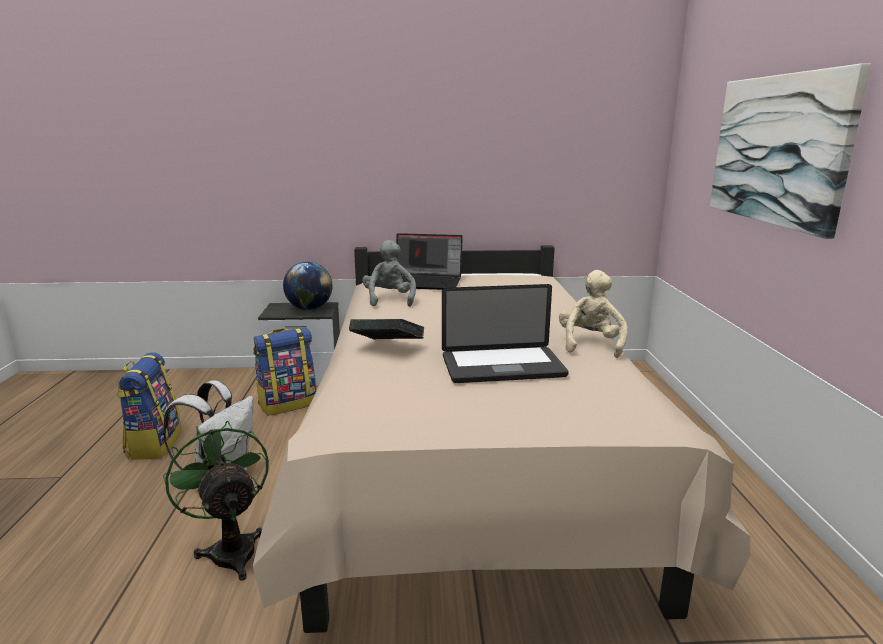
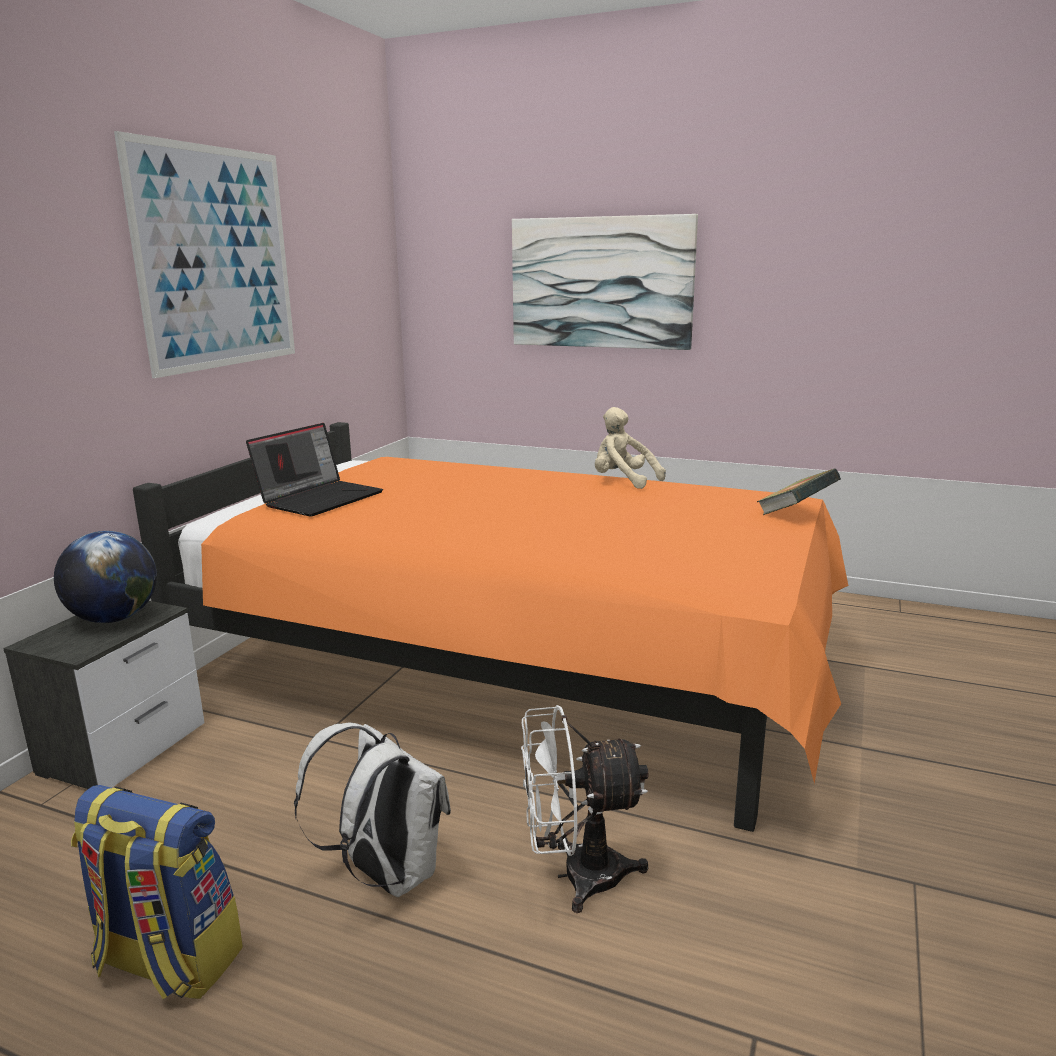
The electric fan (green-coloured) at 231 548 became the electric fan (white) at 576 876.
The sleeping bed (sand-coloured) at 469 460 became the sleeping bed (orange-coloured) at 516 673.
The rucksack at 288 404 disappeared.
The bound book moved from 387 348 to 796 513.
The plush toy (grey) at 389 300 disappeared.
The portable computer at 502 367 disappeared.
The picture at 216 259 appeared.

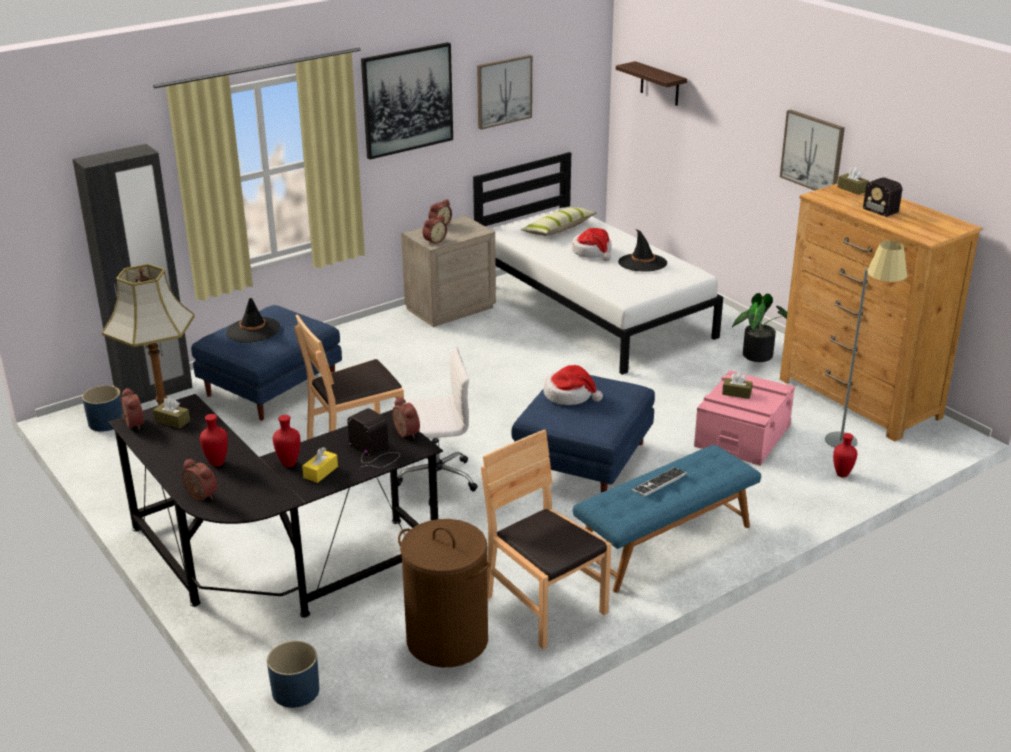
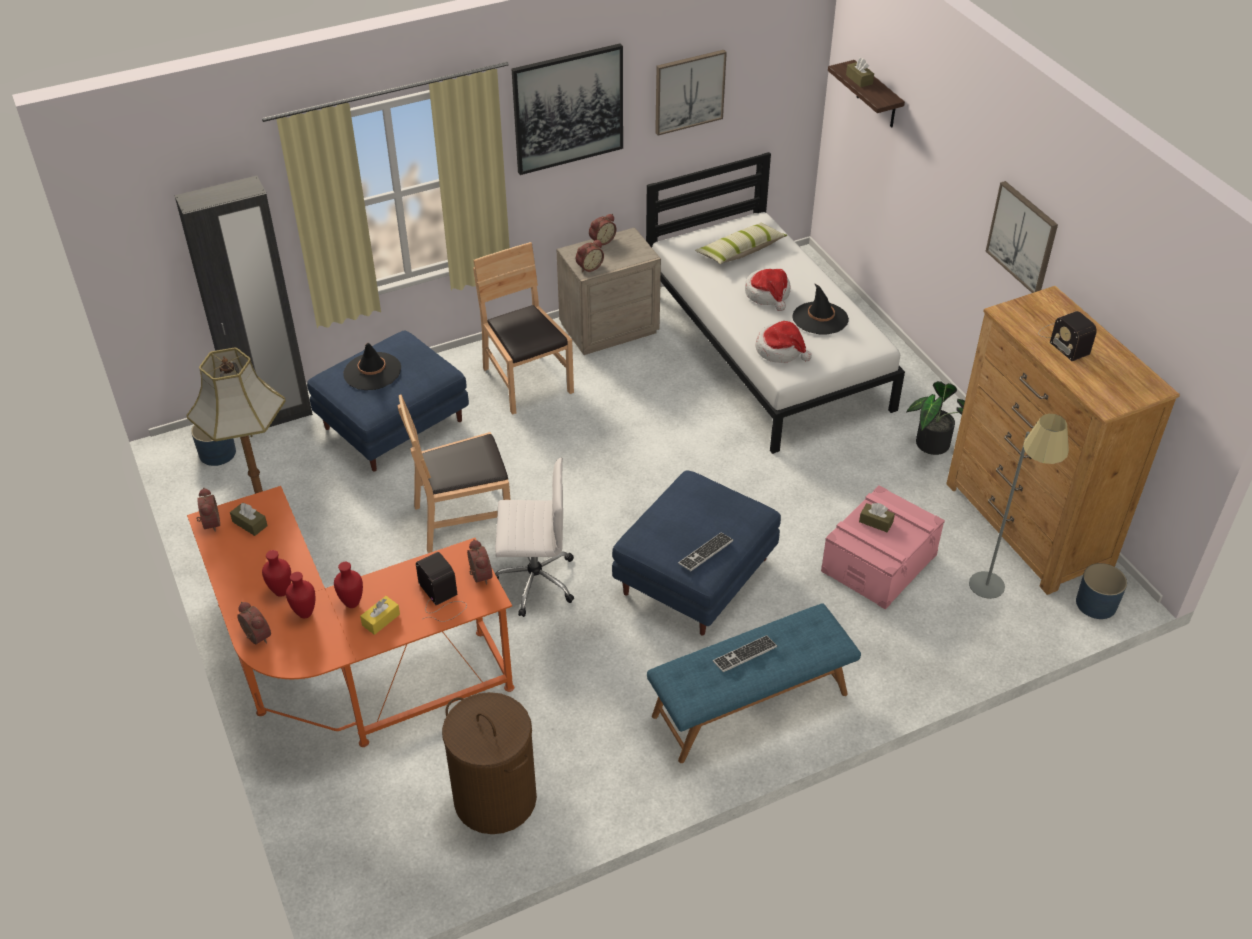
The desk (black-coloured) at 273 565 became the desk (orange-coloured) at 345 673.
The plant pot (blue-coloured) moved from 295 691 to 1096 604.
The chair (brown-coloured) moved from 544 606 to 526 381.
The wearable hat moved from 569 395 to 780 350.
The vase (red) moved from 841 475 to 304 614.
The box of tissues (brown-coloured) moved from 852 189 to 859 79.
The keyboard at 705 553 appeared.

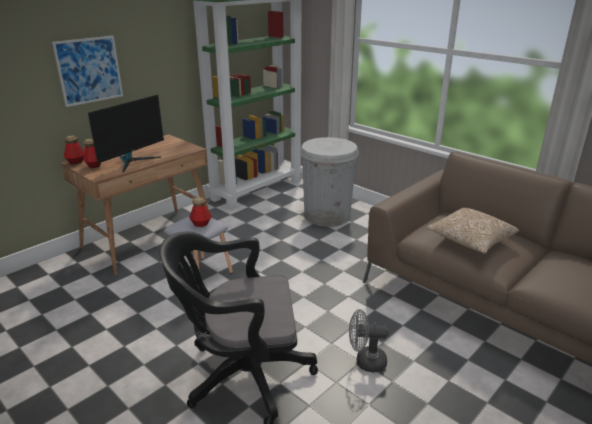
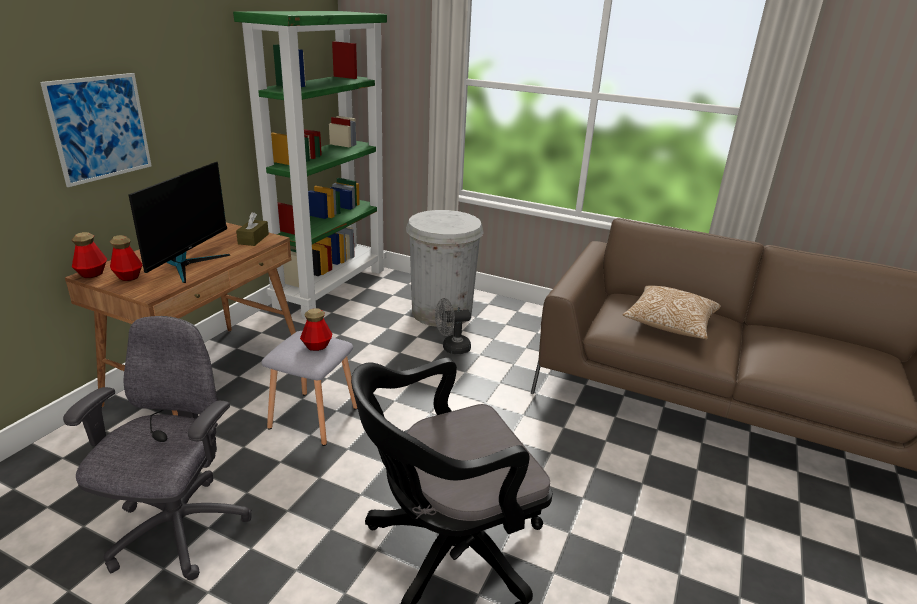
The electric fan (grey) moved from 365 361 to 451 348.
The computer chair (grey) at 177 531 appeared.
The box of tissues (brown-coloured) at 253 239 appeared.

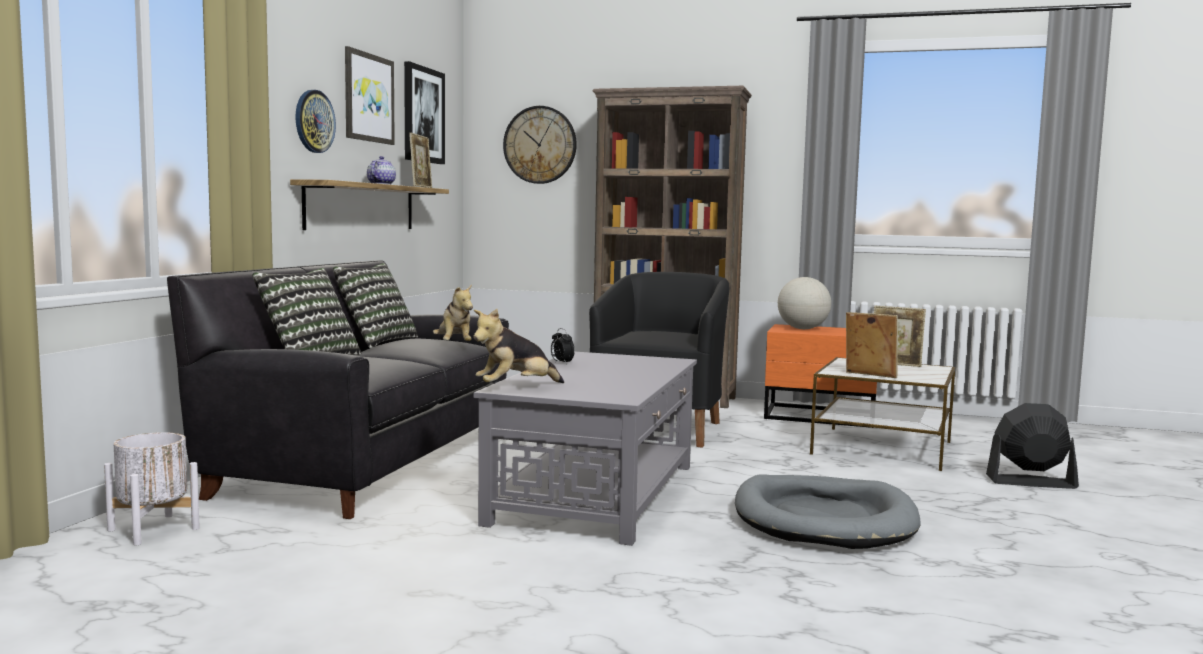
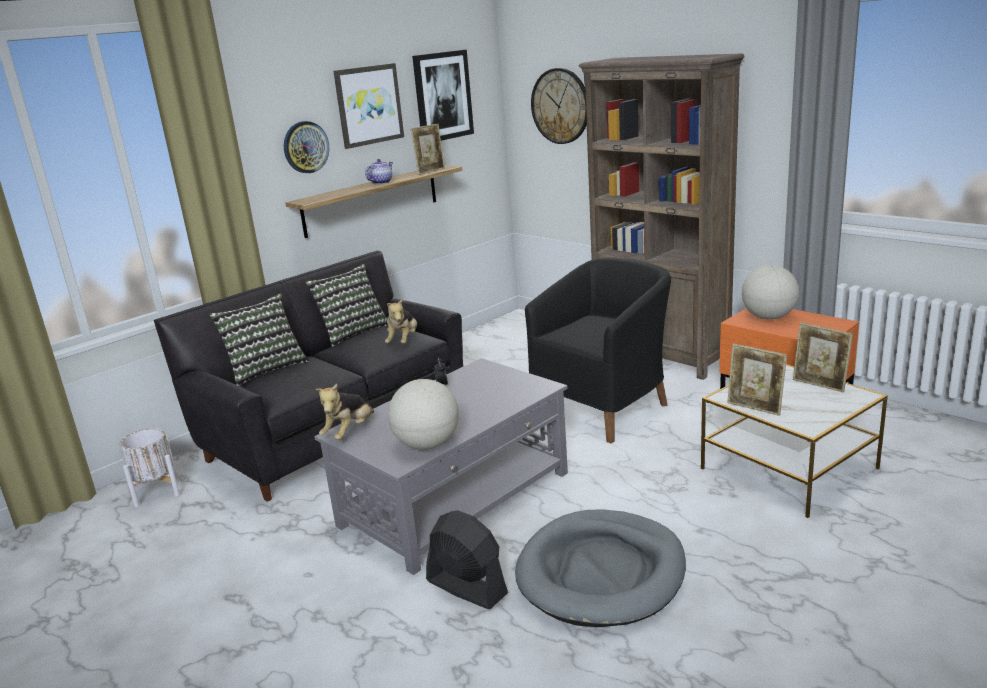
The plush toy at 515 388 turned 60 degrees counterclockwise.
The standing frame at 869 375 turned 150 degrees clockwise.
The electric fan (black-coloured) moved from 1030 482 to 466 587.
The desk globe at 427 445 appeared.

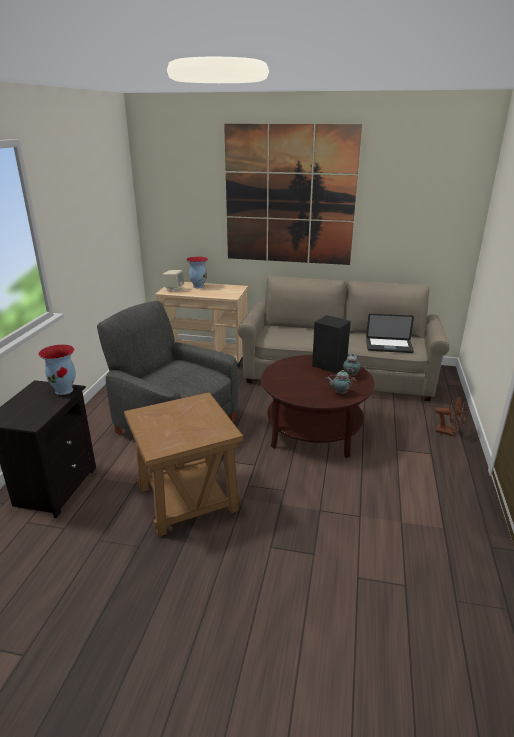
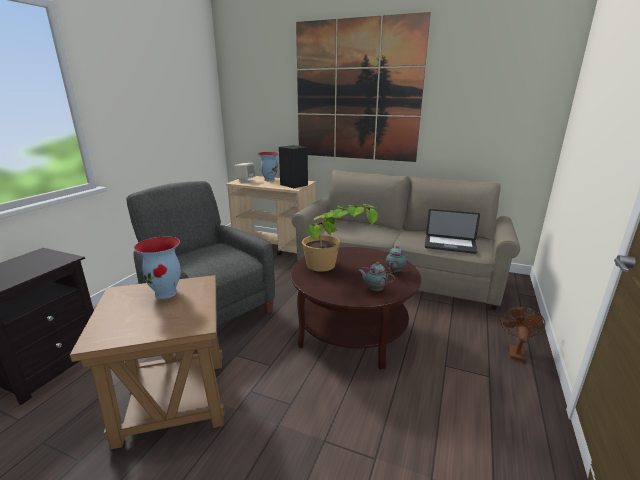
The vase moved from 64 390 to 167 293.
The speaker (black-coloured) moved from 330 365 to 294 185.
The electric fan (brown-coloured) at 449 432 turned 105 degrees counterclockwise.
The potted plant at 333 269 appeared.

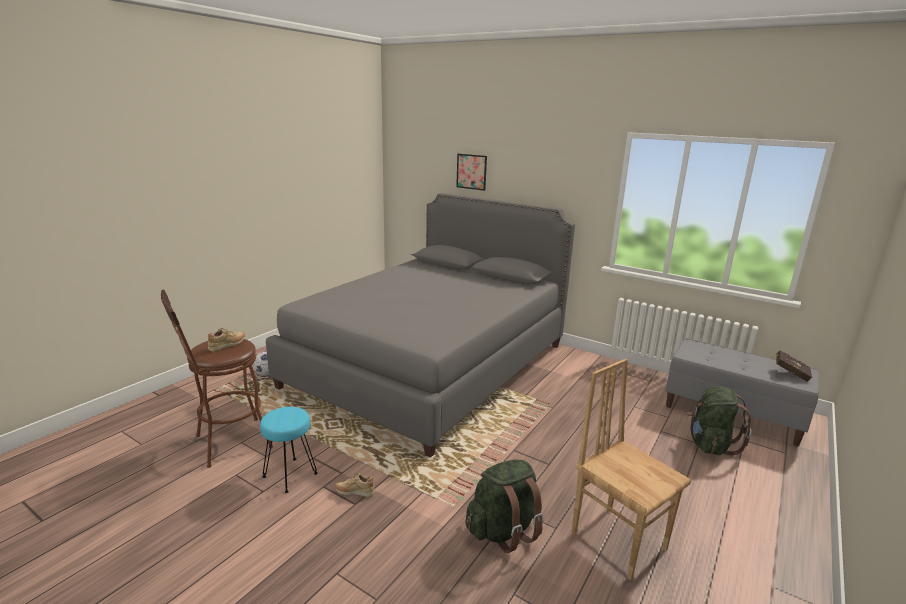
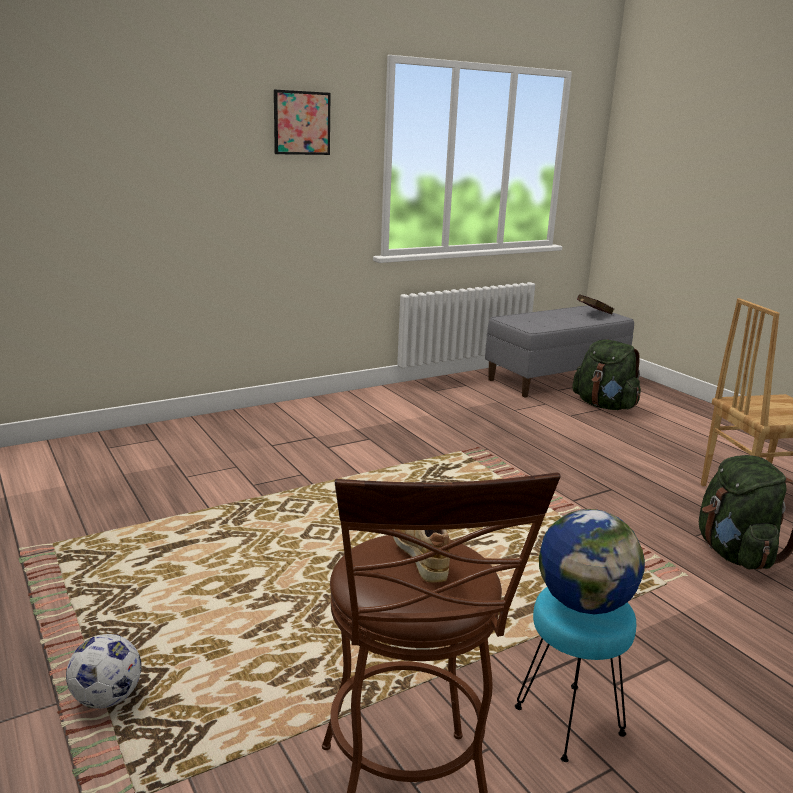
The sleeping bed (grey) at 430 365 disappeared.
The item of footwear (sand-coloured) at 354 492 disappeared.
The picture moved from 471 171 to 302 123.
The desk globe at 584 604 appeared.

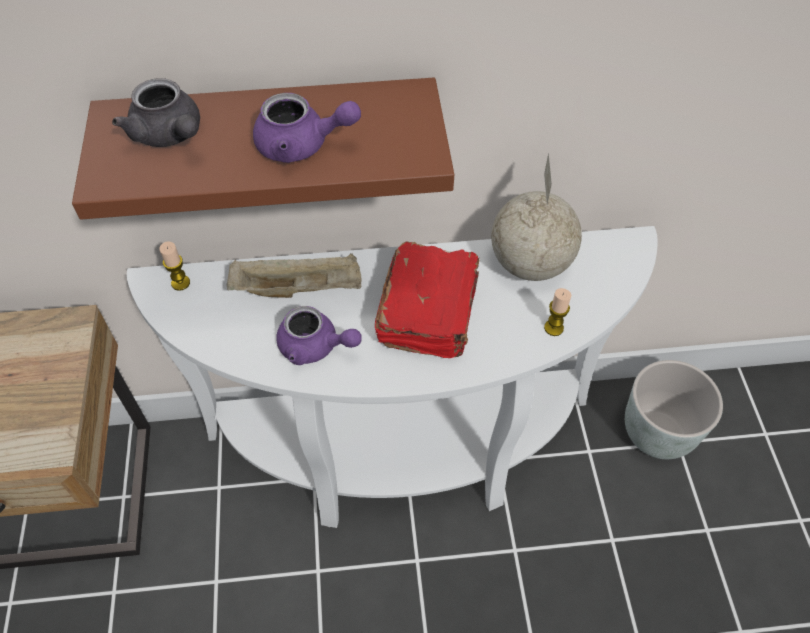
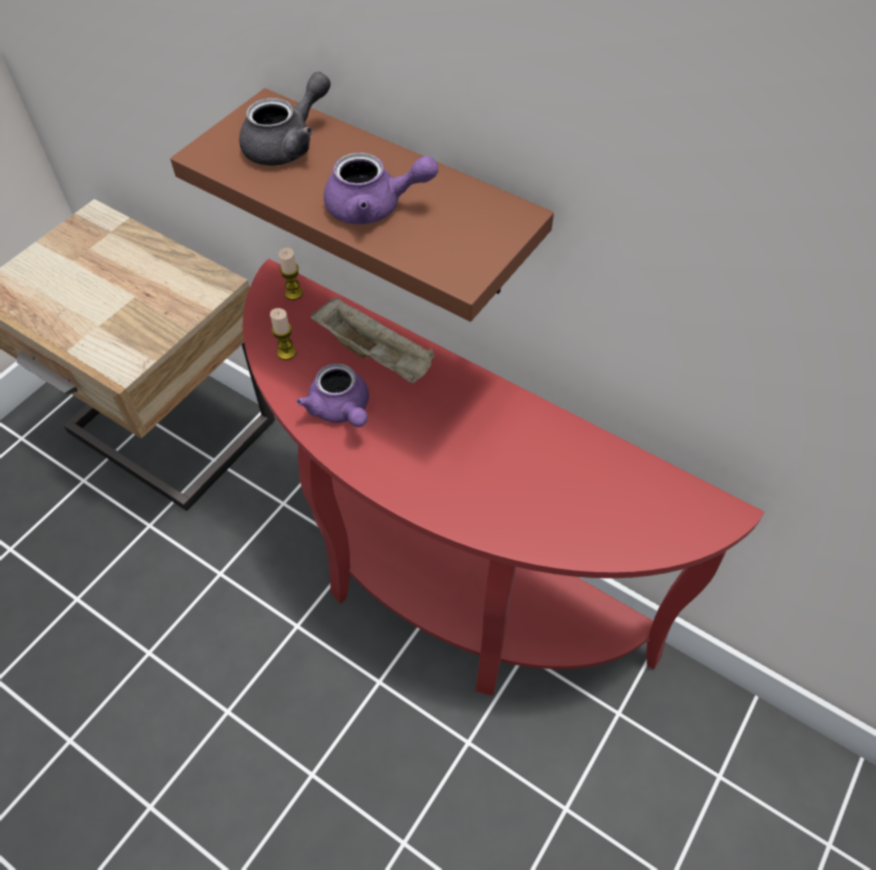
The teapot (grey) at 170 135 turned 135 degrees counterclockwise.
The console table (white) at 403 458 became the console table (red) at 444 589.
The teapot (purple-coloured) at 302 145 turned 45 degrees counterclockwise.
The bound book (red) at 430 311 disappeared.
The desk globe at 531 263 disappeared.
The wax light moved from 553 328 to 286 352.
The plant pot (grey) at 656 433 disappeared.

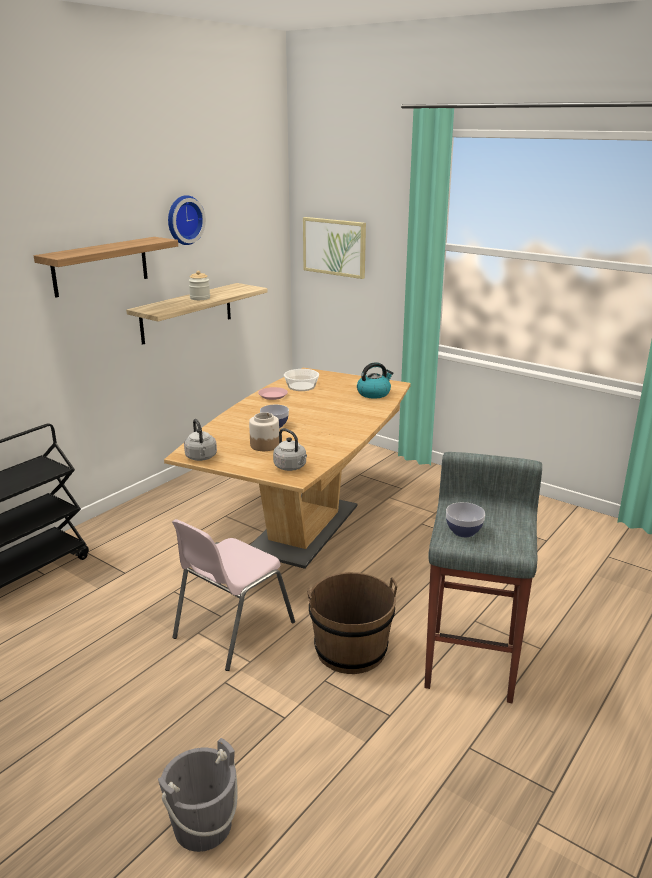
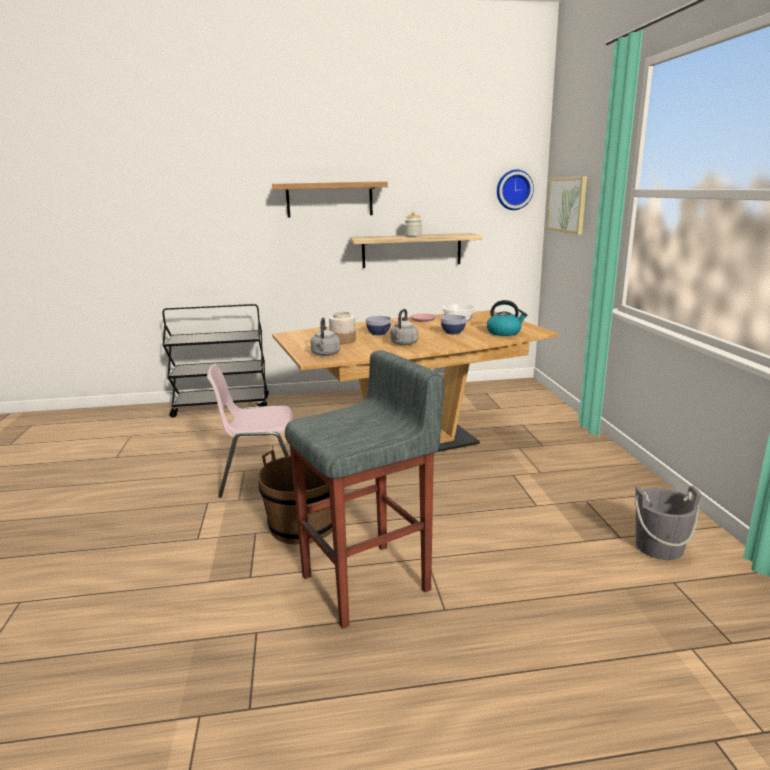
The water bucket (grey) moved from 203 825 to 659 547.
The hanging clock moved from 183 220 to 513 190.
The water kettle (grey) moved from 201 457 to 403 344.
The serving bowl moved from 463 531 to 453 332.

